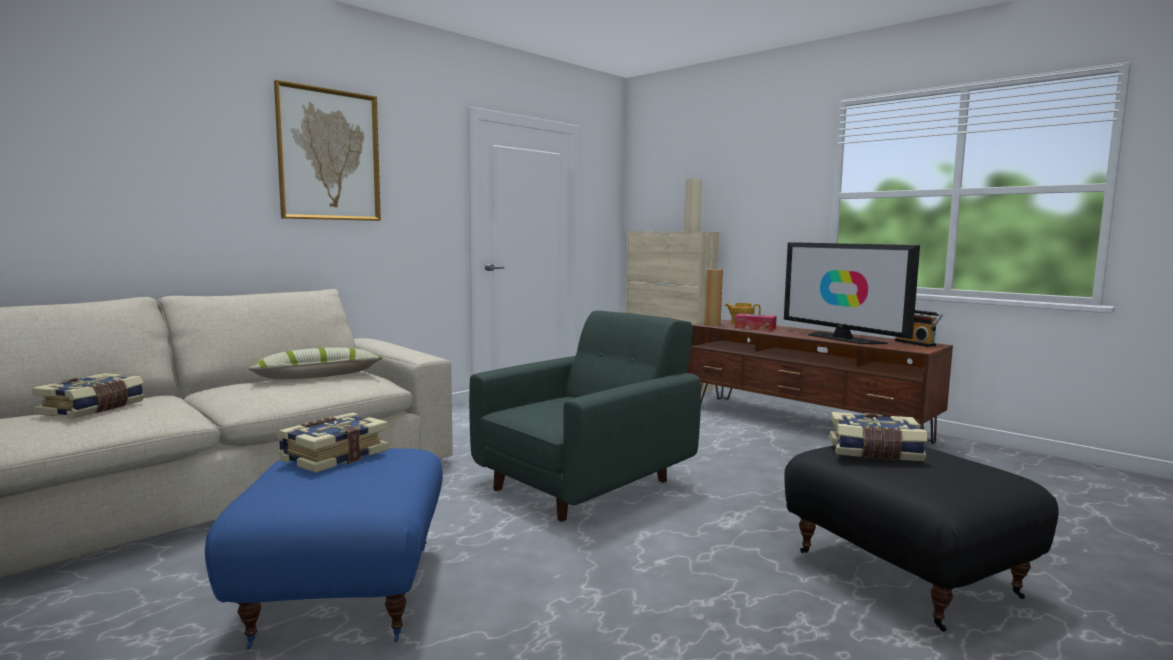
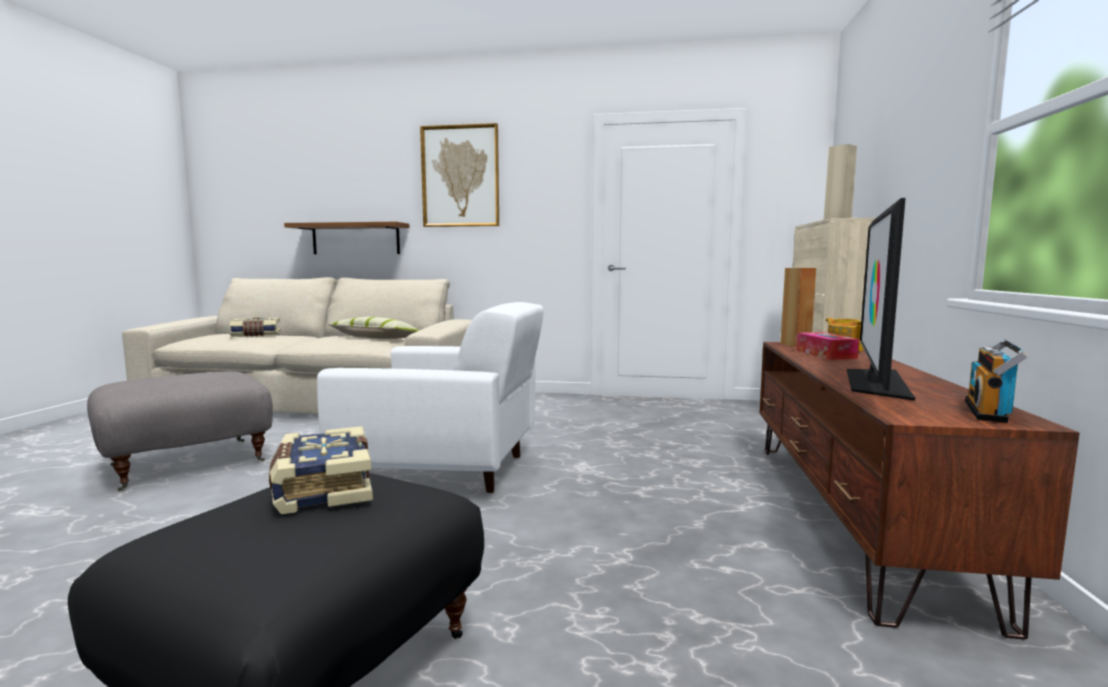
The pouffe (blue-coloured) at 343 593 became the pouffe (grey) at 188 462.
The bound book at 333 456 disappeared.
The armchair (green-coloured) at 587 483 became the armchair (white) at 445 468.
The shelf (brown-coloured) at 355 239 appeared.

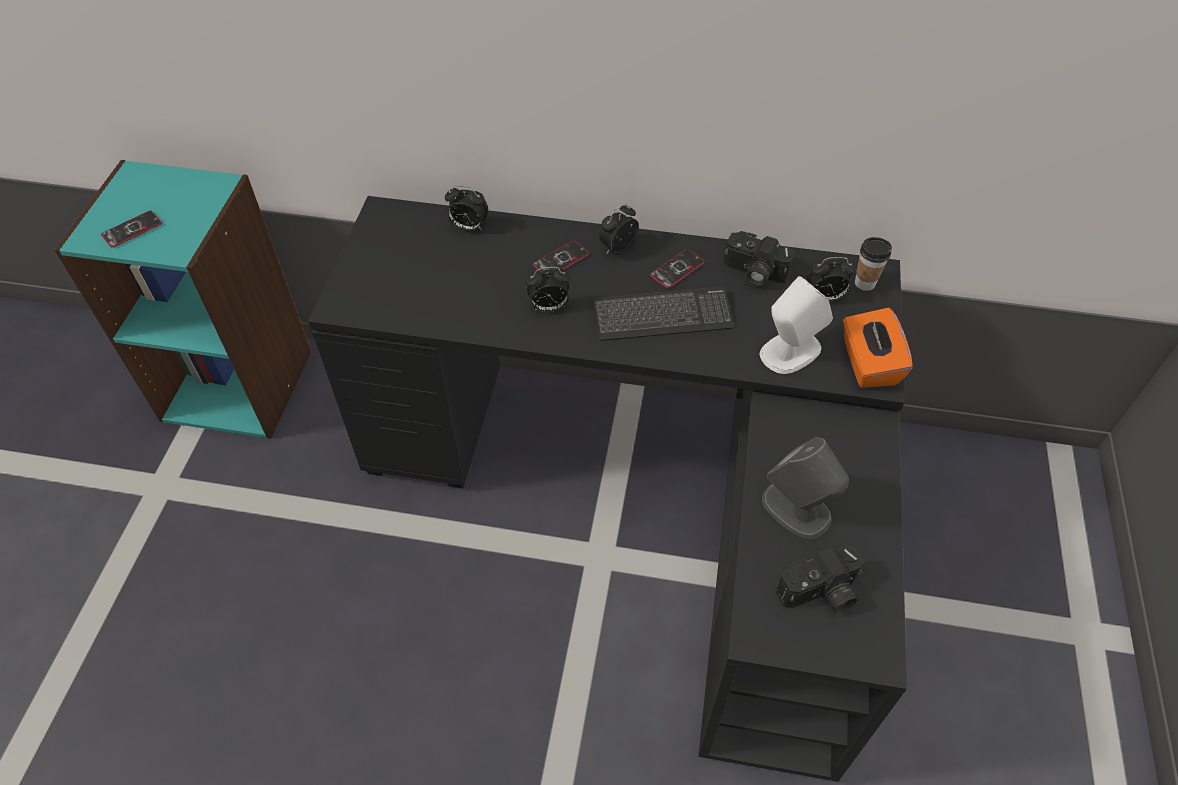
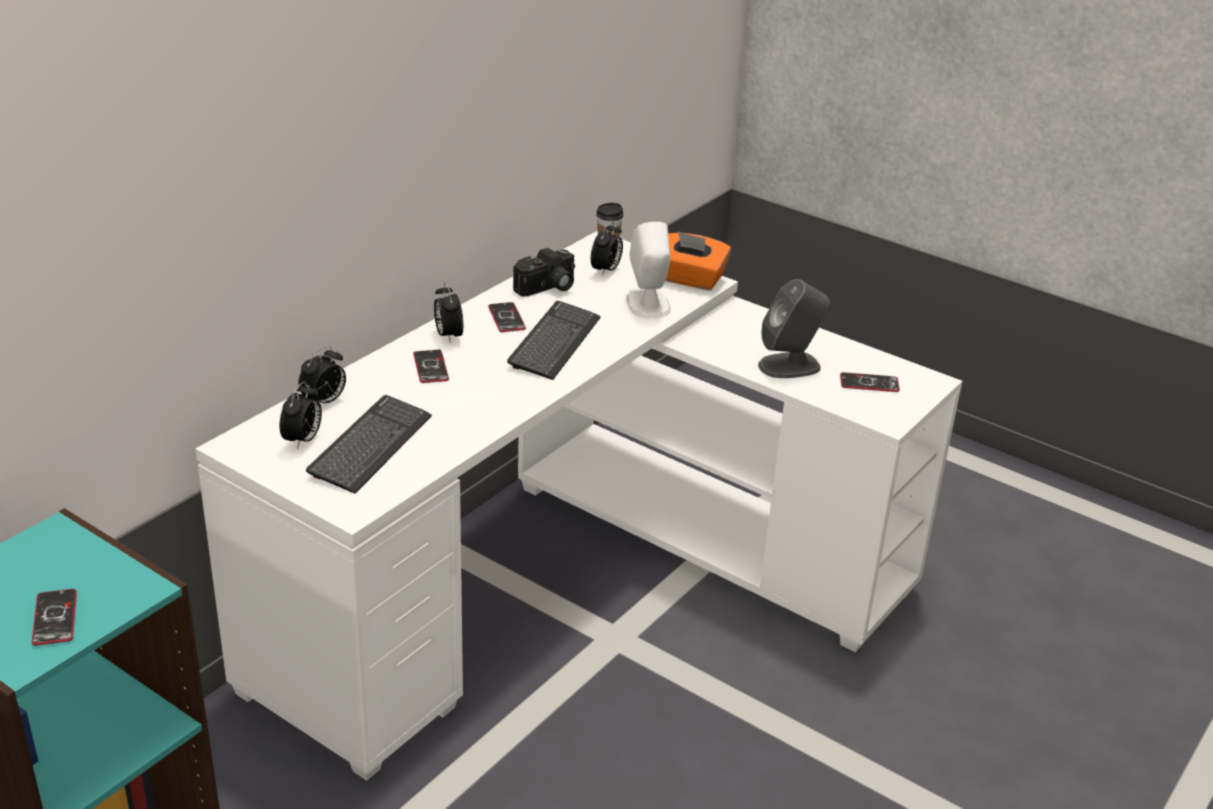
The desk (black-coloured) at 648 497 became the desk (white) at 574 581.
The alarm clock moved from 549 307 to 303 440.
The photo camera at 820 593 was replaced by the phone at 869 383.
The keyboard at 370 446 appeared.

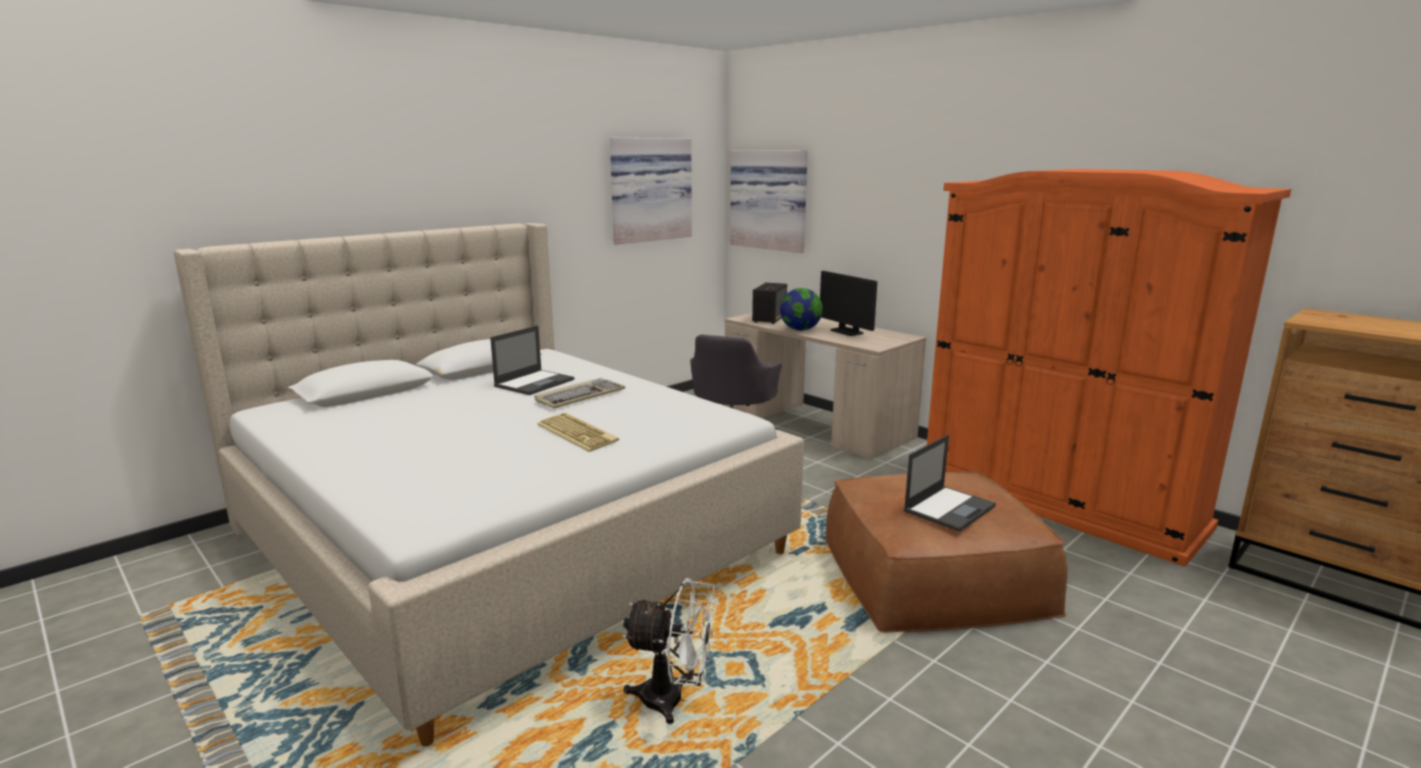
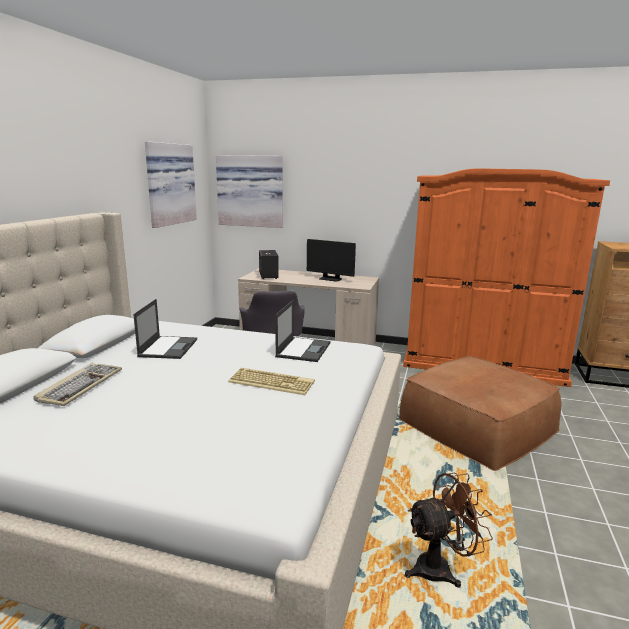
The keyboard moved from 580 396 to 80 386.
The electric fan (white) at 673 700 became the electric fan (brown-coloured) at 441 568.
The desk globe at 800 330 disappeared.
The portable computer moved from 949 508 to 303 349.

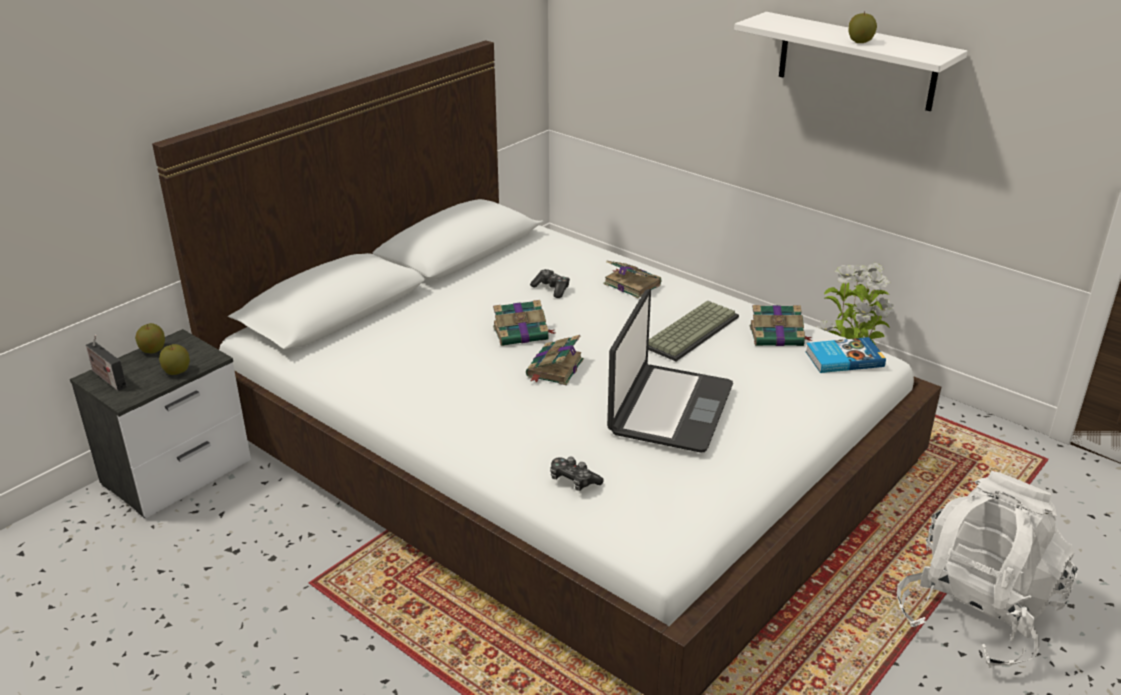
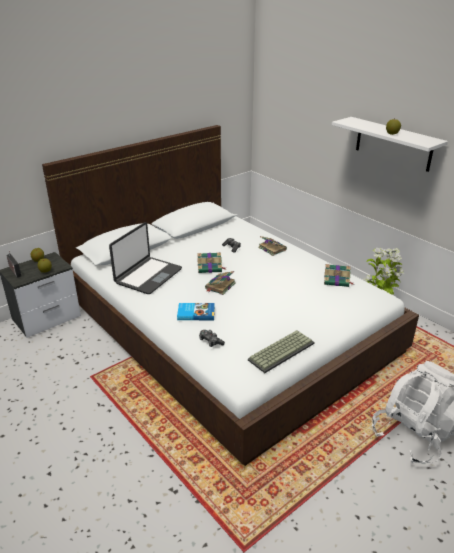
The portable computer moved from 669 409 to 148 276.
The keyboard moved from 691 331 to 281 350.
The bound book moved from 843 358 to 196 313.

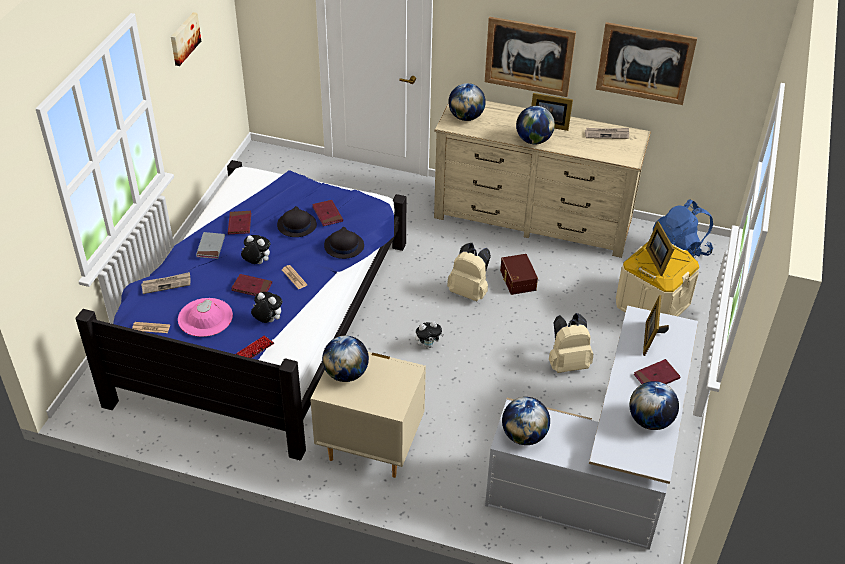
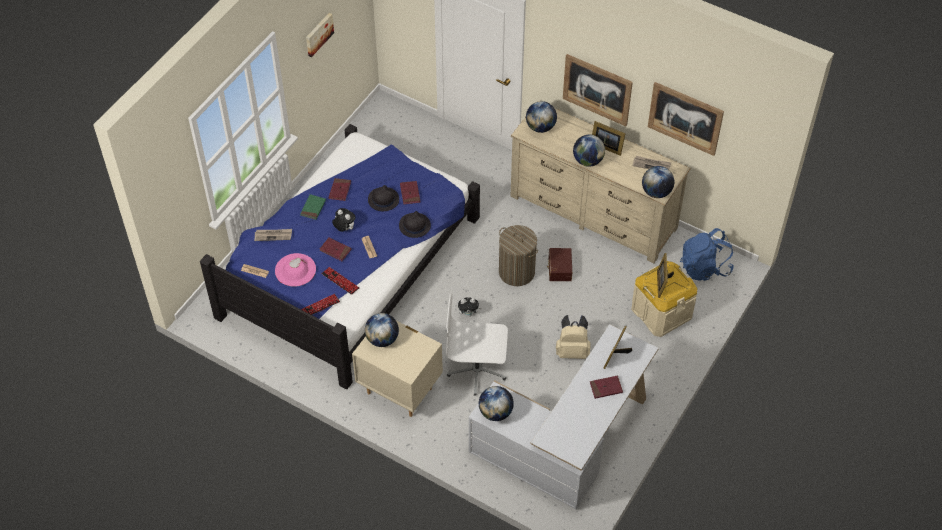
The bound book (grey) at 211 247 became the bound book (green-coloured) at 313 208.
The plush toy at 267 321 was replaced by the keyboard at 340 281.
The rucksack (sand-coloured) at 469 292 was replaced by the hamper at 517 272.
The desk globe moved from 650 421 to 656 192.
The computer chair (white) at 477 370 appeared.

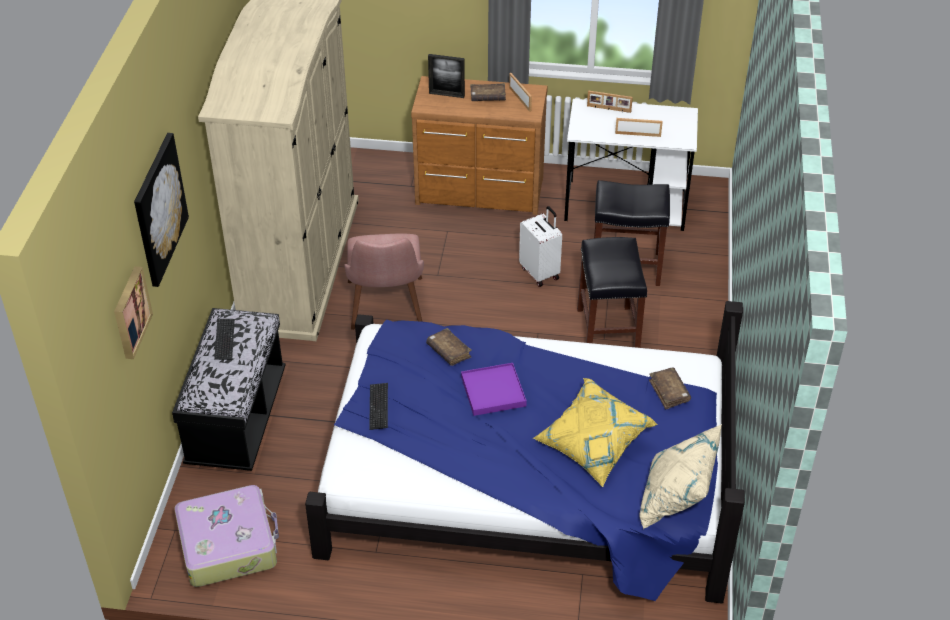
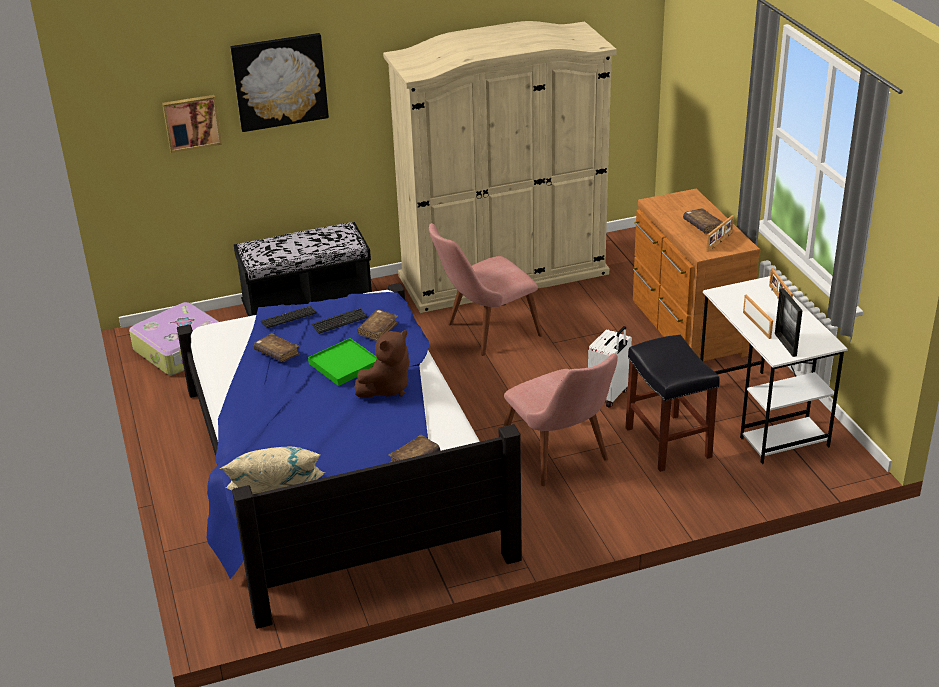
The keyboard moved from 224 340 to 340 322.
The standing frame moved from 446 94 to 785 344.
The carrying tray (purple-coloured) at 493 391 became the carrying tray (green-coloured) at 344 364.
The throw pillow (yellow-coloured) at 592 445 disappeared.
The sitting stool (black-coloured) at 608 333 was replaced by the chair (pinkish) at 562 459.
The bound book (brown-coloured) at 277 353 appeared.
The plush toy (brown-coloured) at 386 388 appeared.

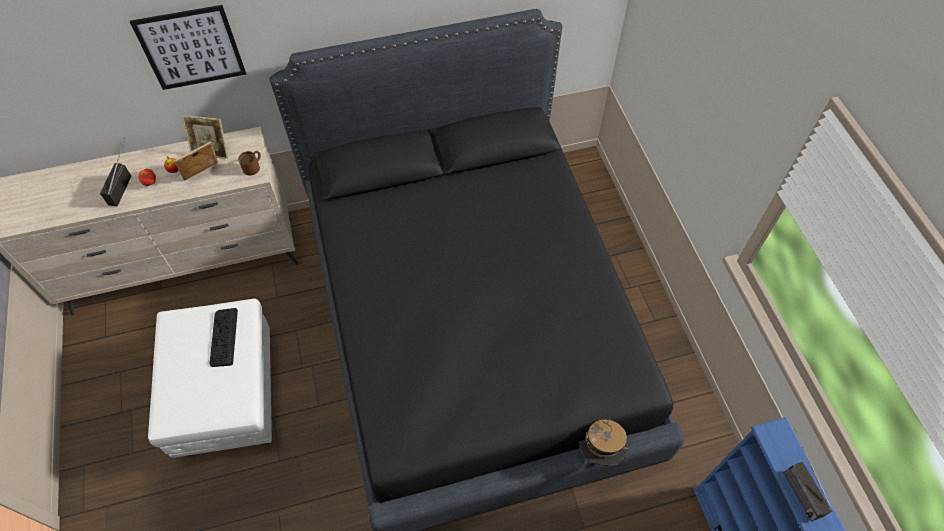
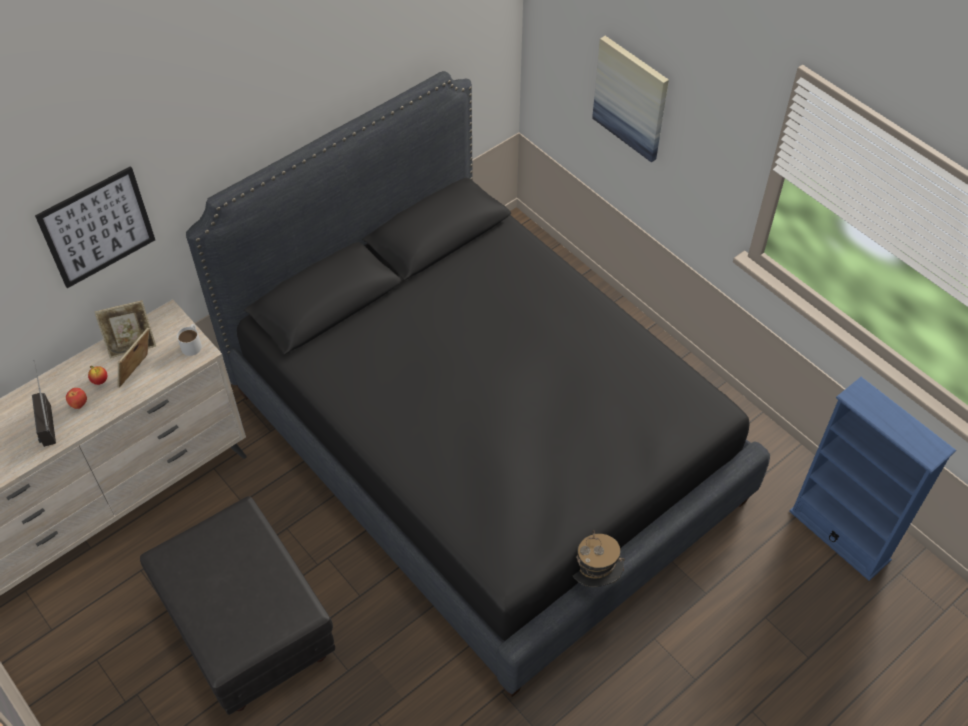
The pouffe (white) at 230 397 became the pouffe (black-coloured) at 250 630.
The keyboard at 223 337 disappeared.
The tea mug (brown-coloured) at 253 166 became the tea mug (white) at 192 344.
The wearable hat moved from 599 452 to 594 578.
The radio set at 793 482 disappeared.
The picture at 631 98 appeared.

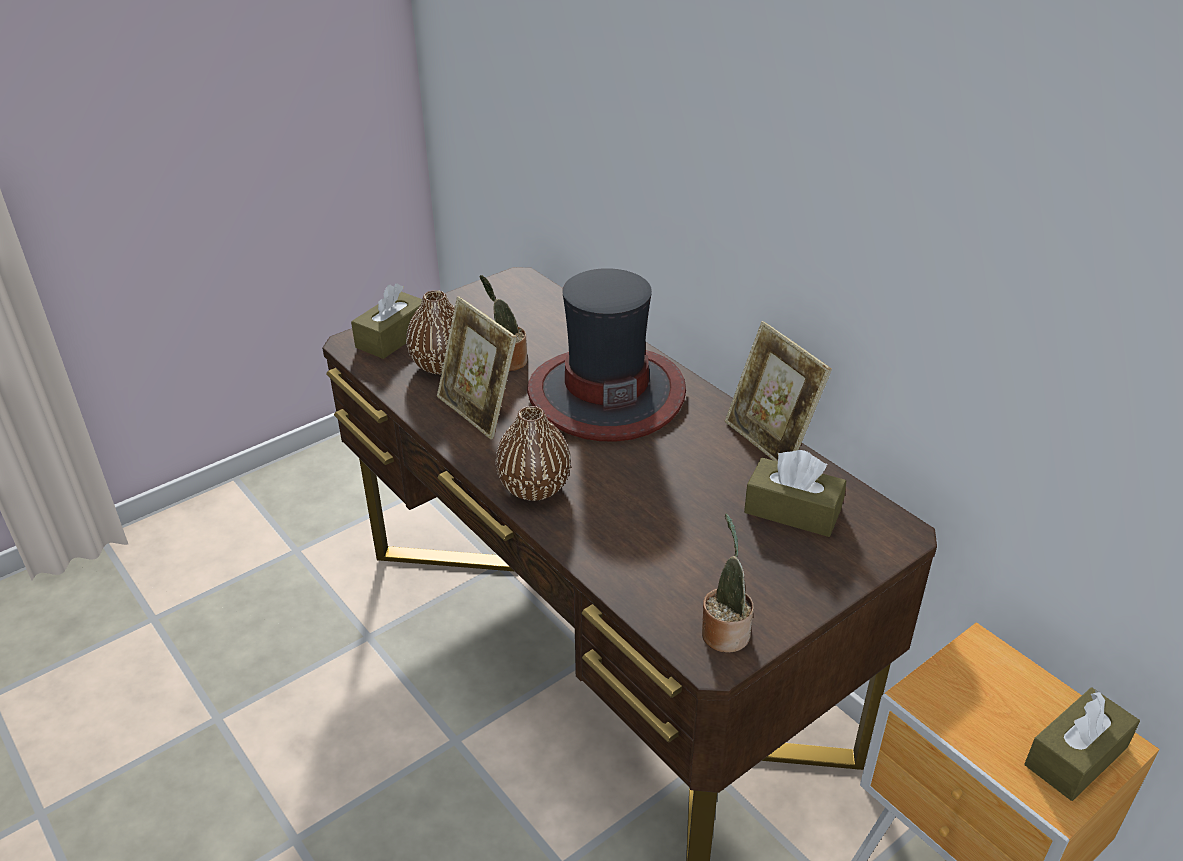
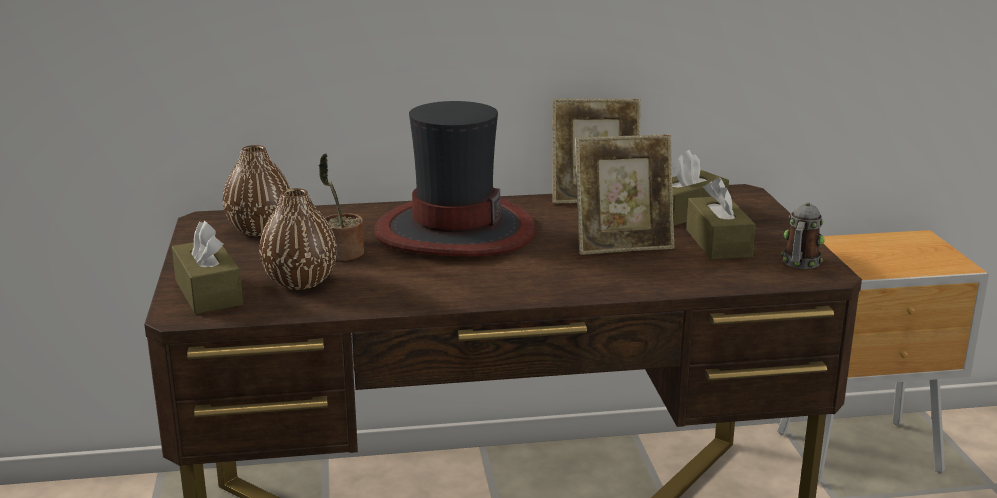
The standing frame moved from 478 411 to 622 245.
The vase (brown-coloured) moved from 534 487 to 260 229.
The potted plant at 724 631 was replaced by the tea mug at 799 264.
The box of tissues (brown-coloured) moved from 1076 756 to 718 243.

